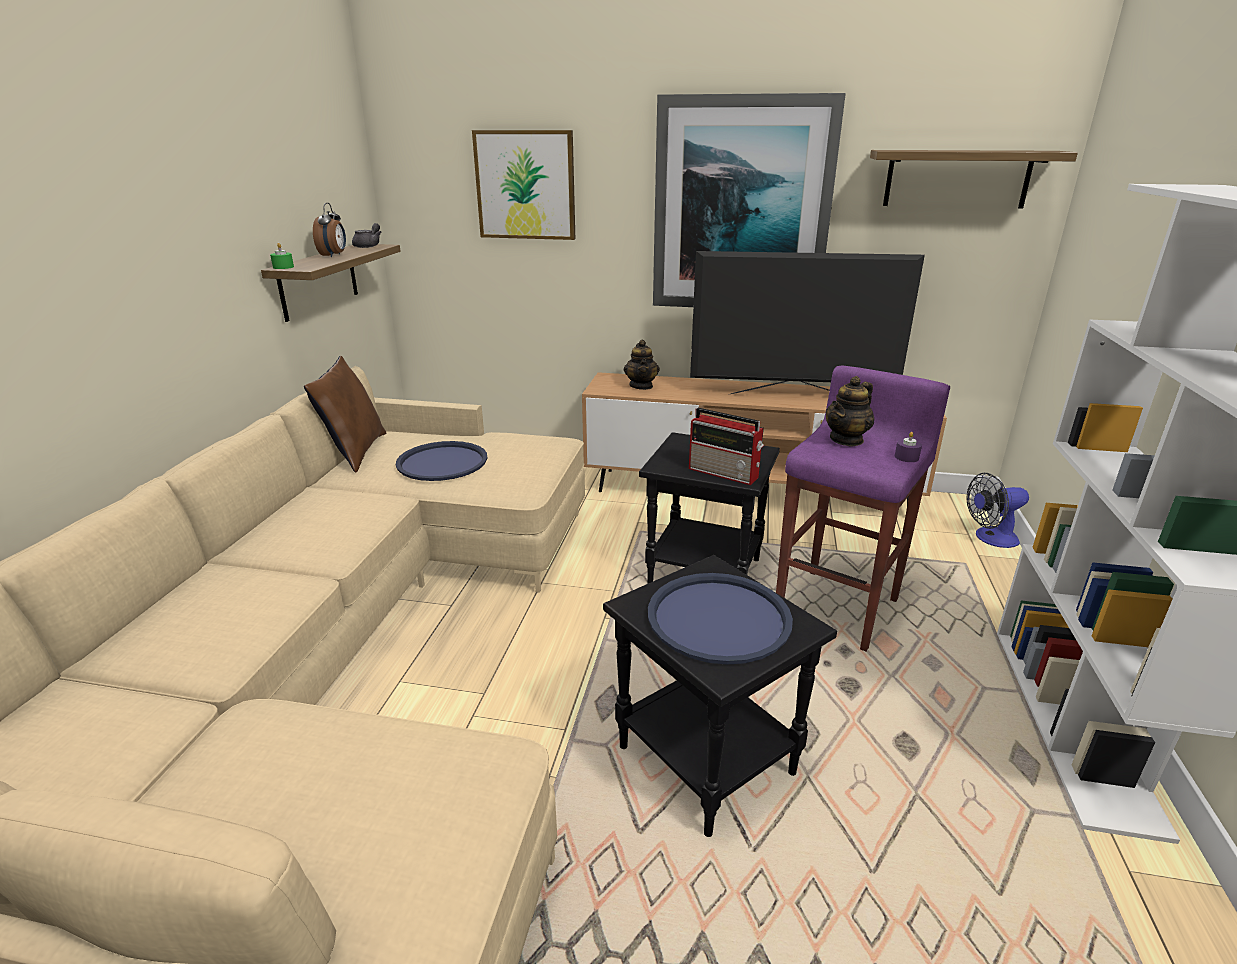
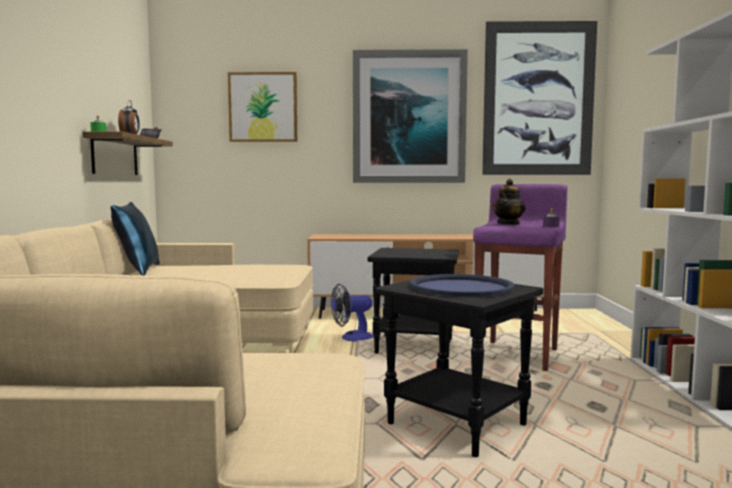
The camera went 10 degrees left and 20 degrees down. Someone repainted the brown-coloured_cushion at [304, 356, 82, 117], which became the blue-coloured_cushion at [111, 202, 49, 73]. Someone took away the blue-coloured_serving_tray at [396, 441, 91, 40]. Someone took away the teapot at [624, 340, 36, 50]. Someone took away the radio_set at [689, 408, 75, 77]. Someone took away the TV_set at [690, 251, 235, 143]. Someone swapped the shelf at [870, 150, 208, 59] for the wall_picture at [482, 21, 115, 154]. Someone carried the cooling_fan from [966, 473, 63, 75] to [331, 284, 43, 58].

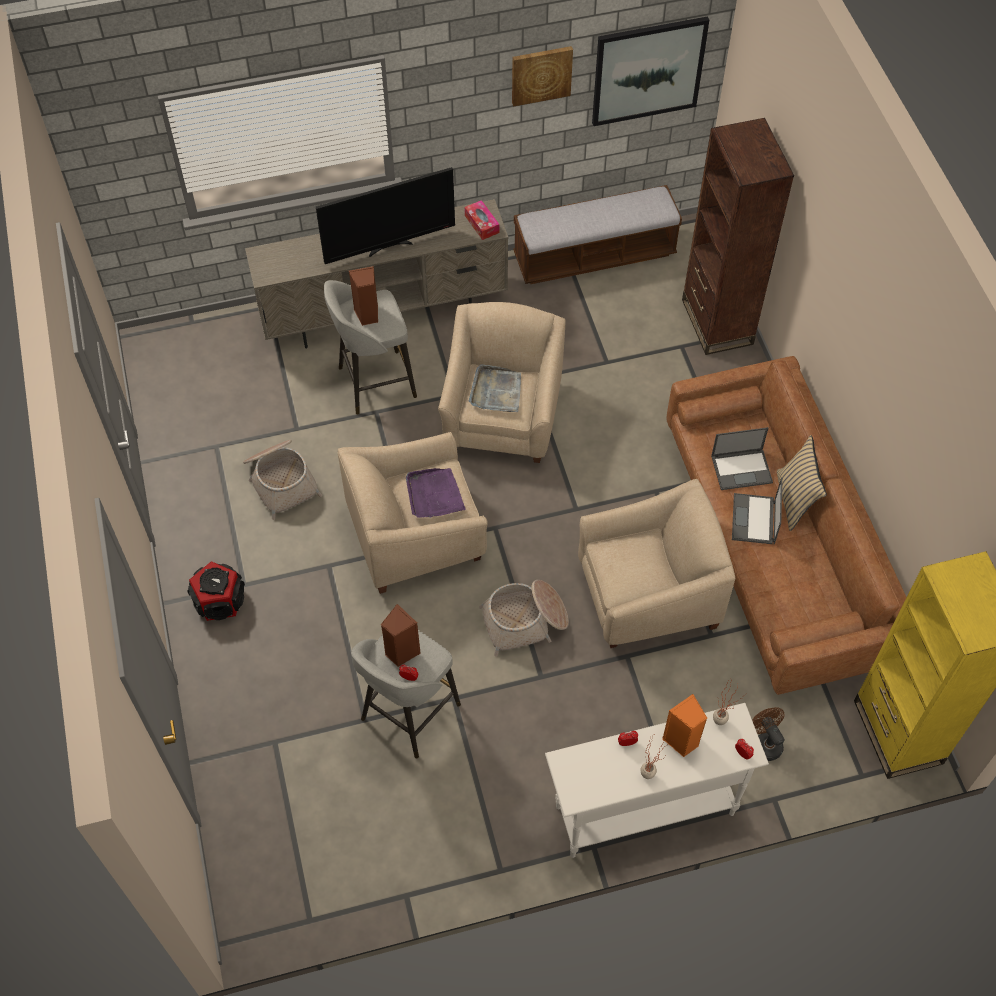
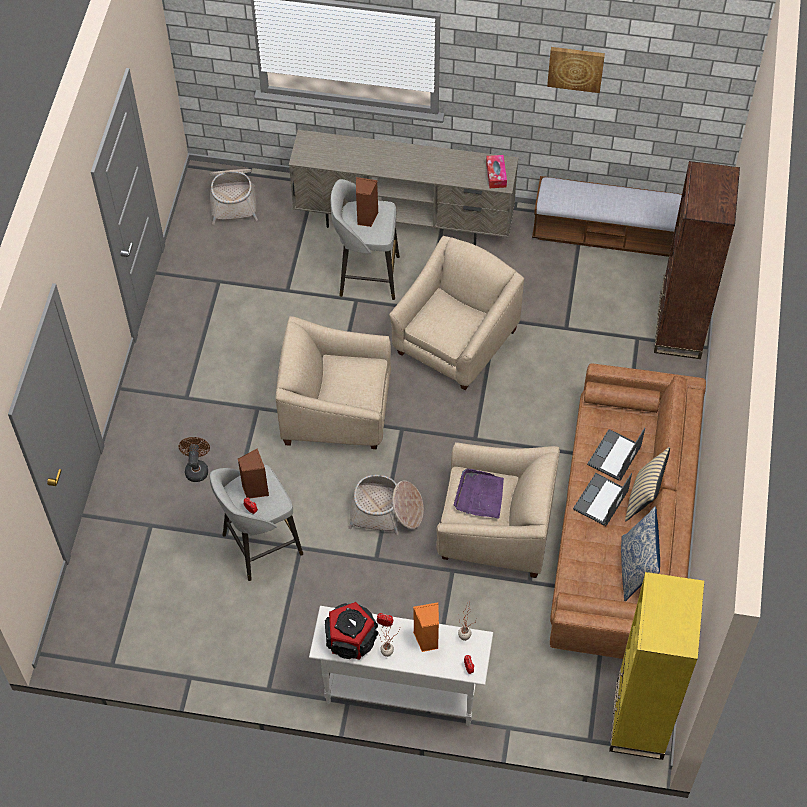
The camera went 25 degrees right and 0 degrees up. Someone carried the audio_speaker from [188, 561, 57, 60] to [325, 602, 54, 58]. Someone carried the household_basket from [243, 440, 79, 80] to [209, 169, 49, 56]. Someone took away the TV_set at [316, 167, 139, 97]. Someone carried the purple-coloured_serving_tray from [406, 468, 60, 50] to [454, 469, 50, 50]. Someone took away the grey_serving_tray at [469, 364, 52, 48]. Someone took away the wall_picture at [592, 16, 117, 110]. Someone rotated the portable_computer at [711, 427, 62, 63] by 105 degrees clockwise. Someone carried the brown-coloured_cooling_fan from [752, 707, 33, 54] to [179, 437, 31, 45]. Someone put down the cushion at [621, 507, 39, 94].

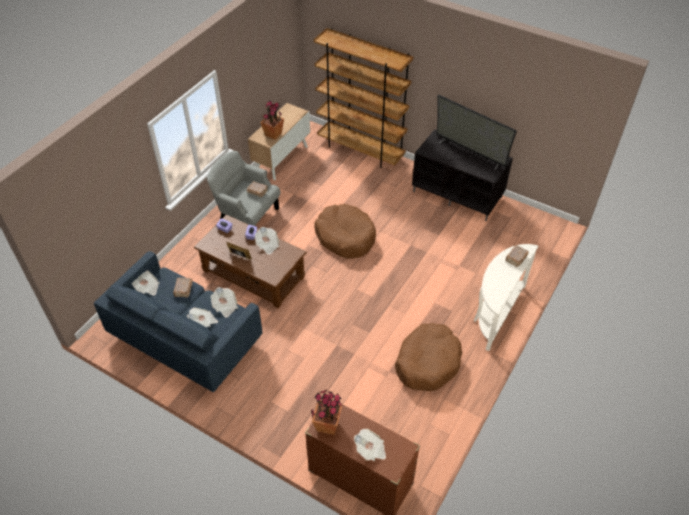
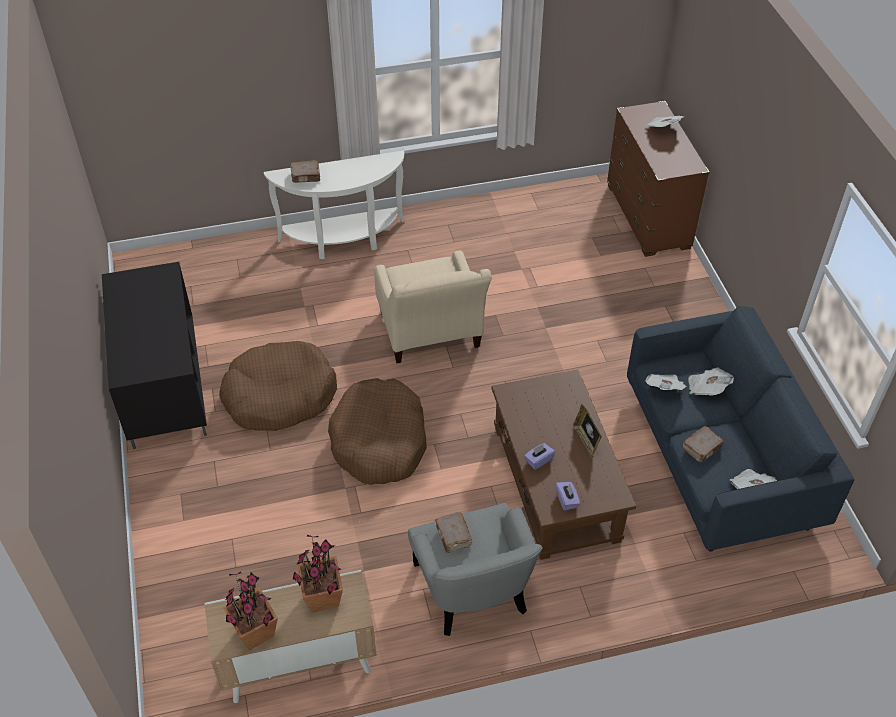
The camera went 135 degrees left and 0 degrees up. Someone took away the daily_paper at [255, 227, 25, 28]. Someone carried the houseplant from [311, 390, 32, 45] to [223, 572, 55, 78]. Someone took away the brown-coloured_shelving_unit at [314, 28, 99, 140]. Someone carried the brown-coloured_pet_bed from [395, 323, 67, 68] to [219, 341, 118, 90]. Someone took away the TV_set at [437, 95, 80, 75]. Someone put down the sand-coloured_easy_chair at [374, 251, 118, 112].

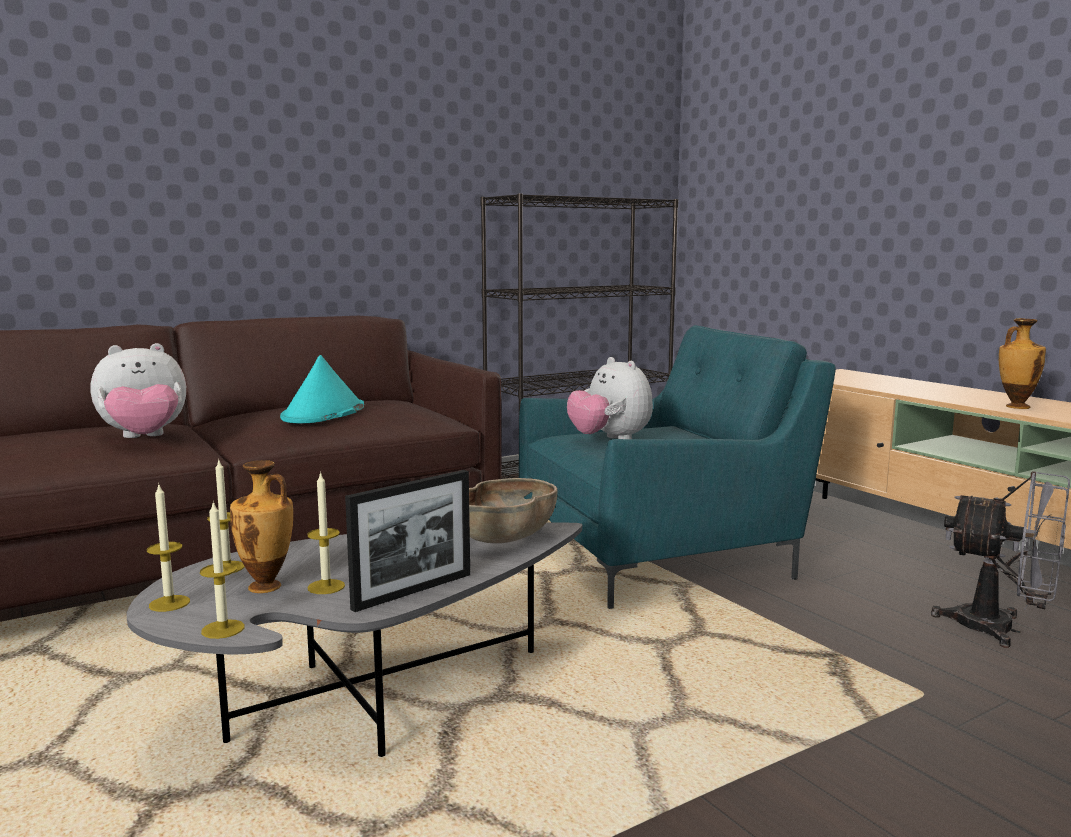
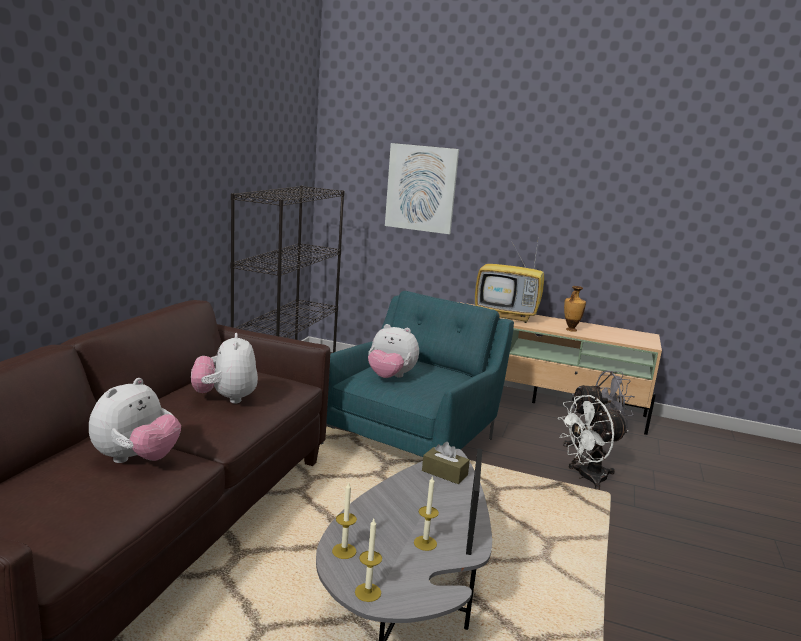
The camera went 40 degrees left and 5 degrees up. Someone took away the candle at [200, 501, 45, 138]. Someone took away the flower_vase at [230, 460, 63, 133]. Someone swapped the turquoise-coloured_wearable_hat at [280, 355, 84, 69] for the soft_toy at [191, 333, 67, 71]. Someone swapped the brown-coloured_serving_bowl at [469, 478, 89, 65] for the brown-coloured_box_of_tissues at [422, 442, 48, 42]. Someone put up the wall_picture at [385, 143, 74, 91]. Someone put down the TV_set at [475, 236, 69, 87]. Someone put down the white-coloured_cooling_fan at [557, 395, 71, 95].

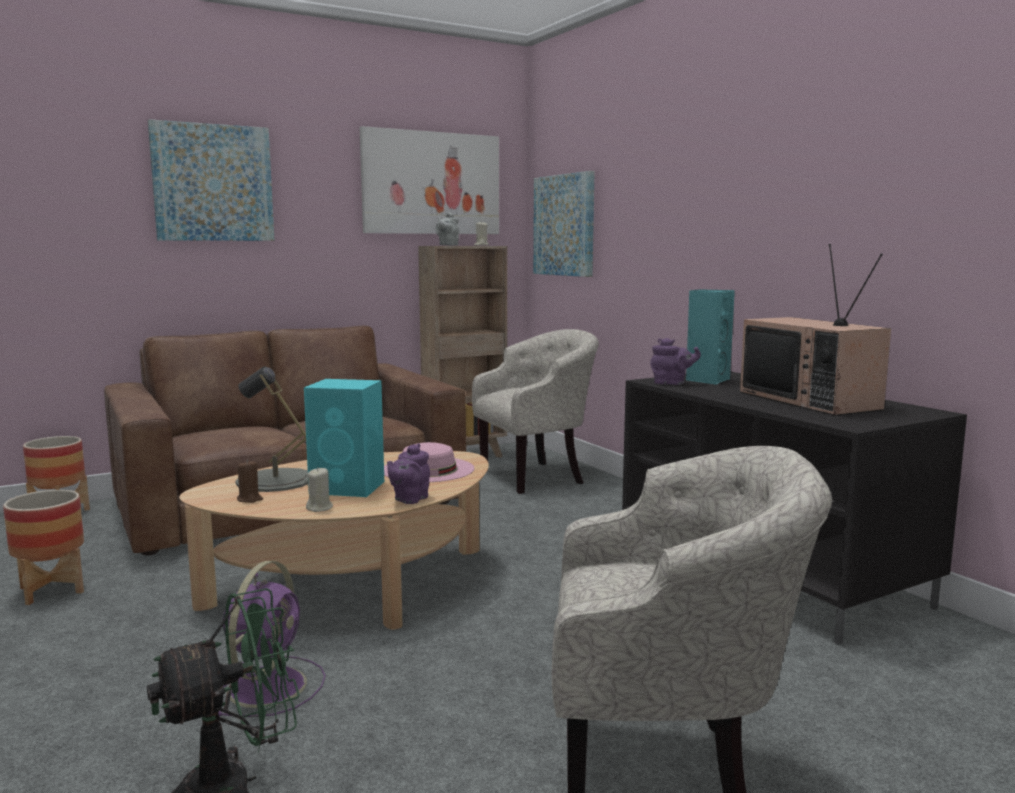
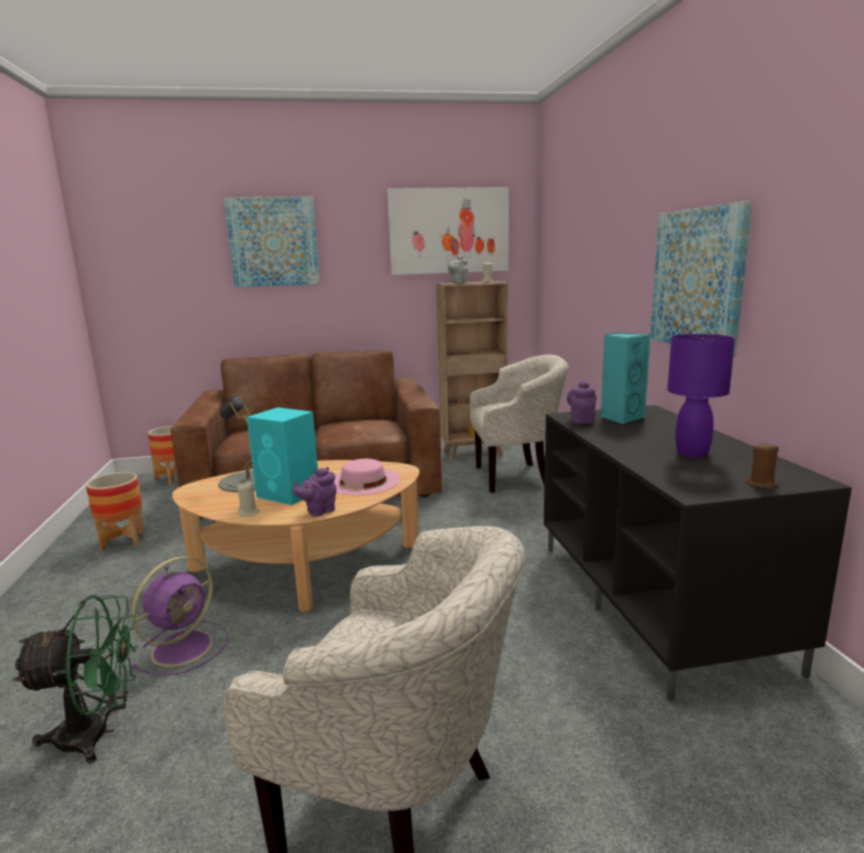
The camera went 20 degrees right and 5 degrees up. Someone carried the brown-coloured_candle from [237, 460, 26, 43] to [746, 442, 33, 47]. Someone carried the wall_picture from [533, 171, 62, 106] to [650, 201, 102, 155]. Someone rotated the purple-coloured_teapot at [650, 338, 51, 47] by 120 degrees counterclockwise. Someone swapped the TV_set at [740, 244, 151, 172] for the purple-coloured_lamp_for_a_table at [667, 334, 68, 123].

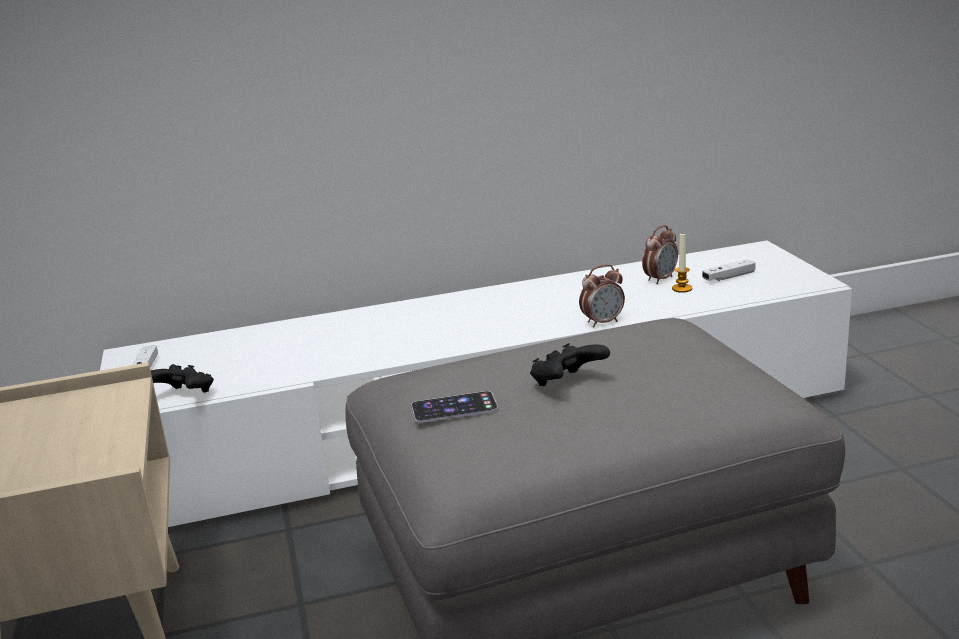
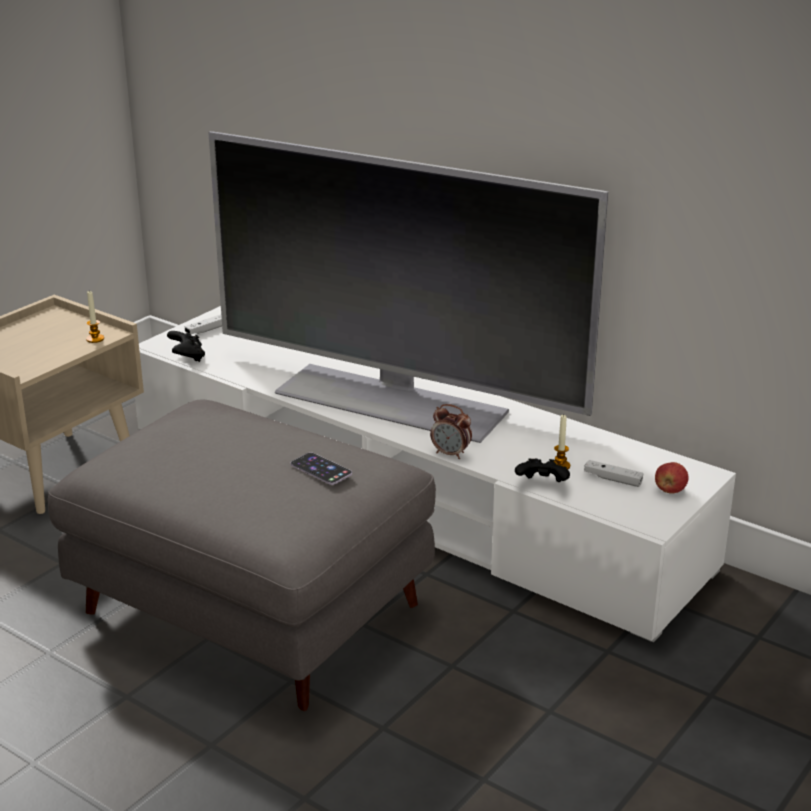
The camera went 50 degrees right and 5 degrees up. Someone carried the handset from [411, 391, 87, 32] to [290, 452, 62, 33]. Someone carried the blackish_game_controller from [530, 343, 80, 43] to [515, 458, 55, 24]. Someone took away the alarm_clock at [642, 225, 36, 59]. Someone put down the candle at [86, 290, 18, 53]. Someone put down the TV_set at [208, 131, 400, 312]. Someone put down the whole_apple at [655, 462, 34, 32].

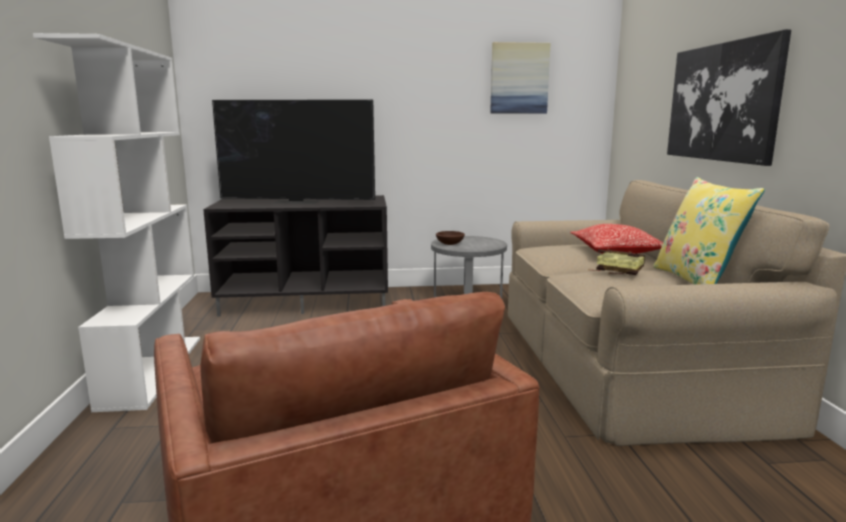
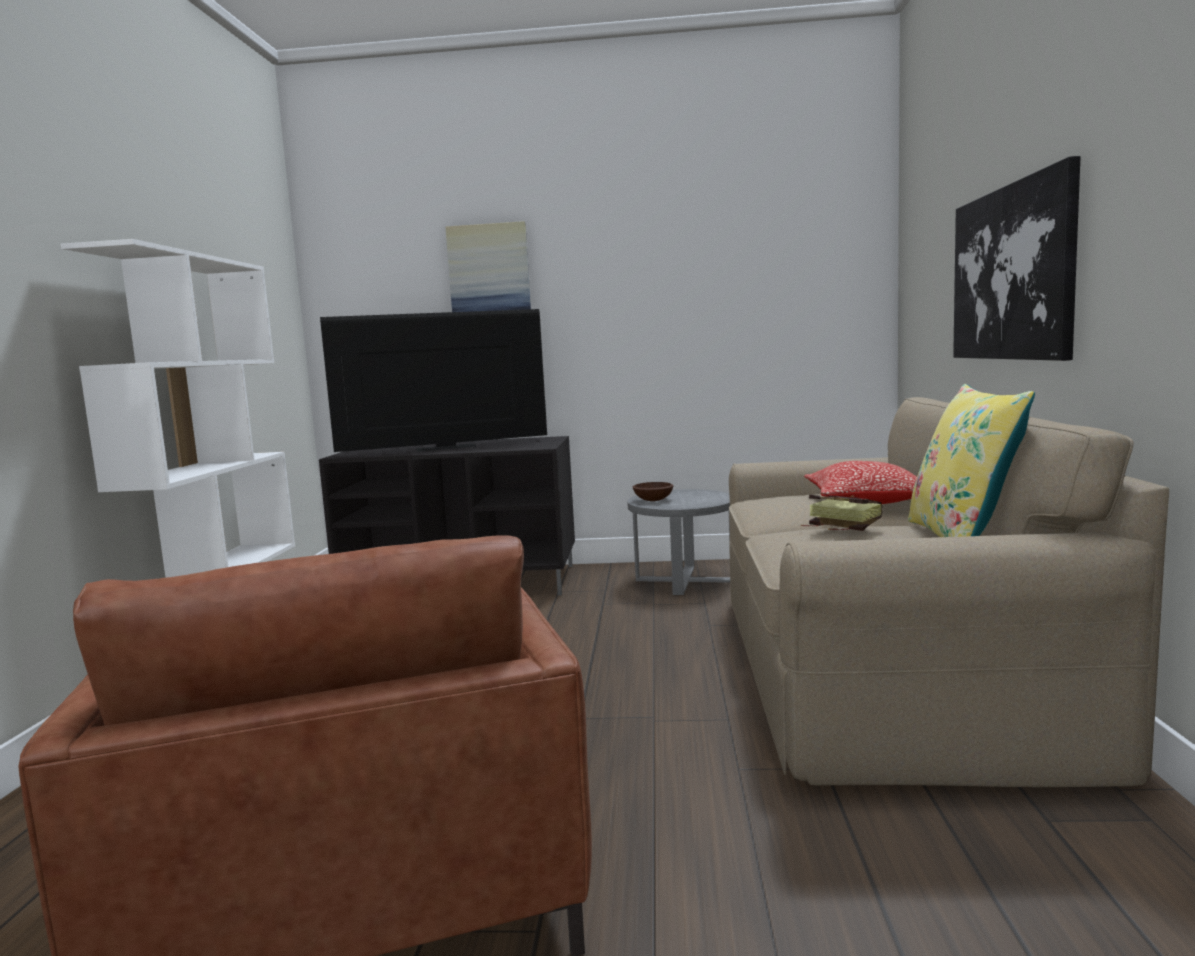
The camera went 10 degrees right and 5 degrees down. Someone rotated the TV_set at [212, 99, 163, 105] by 150 degrees clockwise. Someone carried the wall_picture from [490, 42, 61, 71] to [445, 221, 86, 91].

